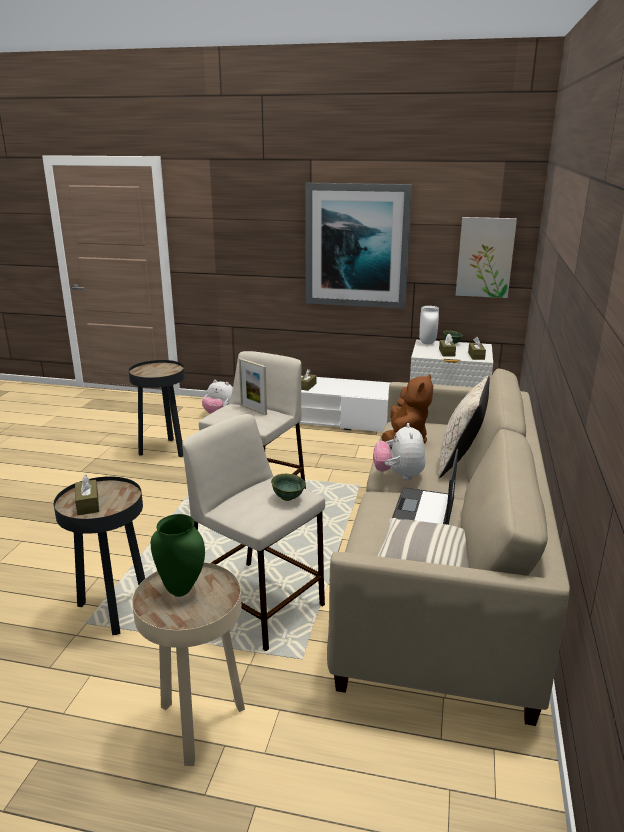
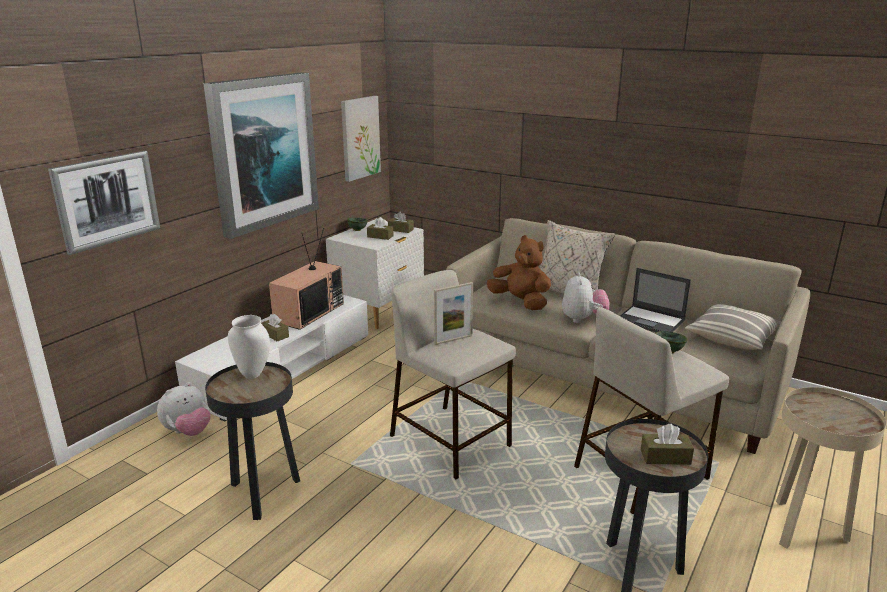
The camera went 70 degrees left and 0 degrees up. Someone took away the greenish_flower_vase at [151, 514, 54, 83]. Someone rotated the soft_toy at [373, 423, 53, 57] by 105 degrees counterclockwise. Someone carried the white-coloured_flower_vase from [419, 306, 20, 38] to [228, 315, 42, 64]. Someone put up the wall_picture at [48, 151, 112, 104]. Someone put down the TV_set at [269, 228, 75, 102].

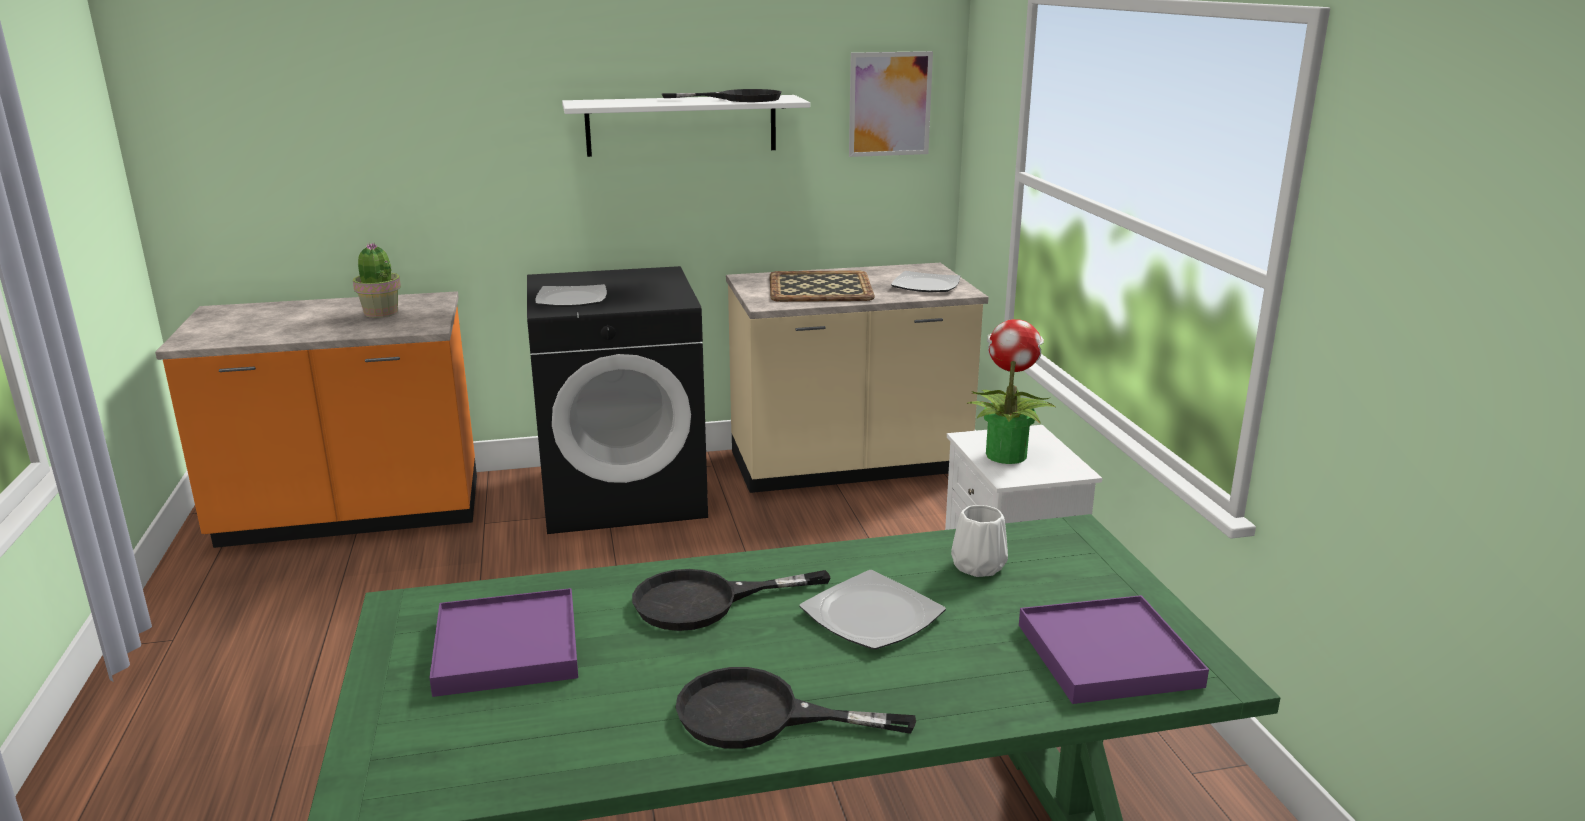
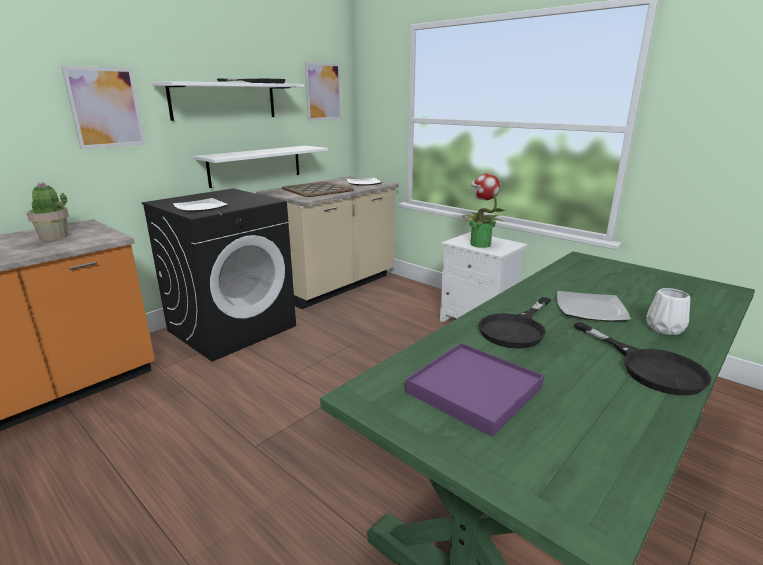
The camera went 35 degrees left and 0 degrees up. Someone rotated the blackish_frying_pan at [675, 667, 241, 82] by 90 degrees counterclockwise. Someone carried the white-coloured_flower_vase from [951, 505, 57, 72] to [646, 288, 44, 47]. Someone took away the purple-coloured_serving_tray at [1019, 595, 190, 109]. Someone put up the wall_picture at [61, 66, 84, 83]. Someone put up the white-coloured_shelf at [193, 146, 135, 42].

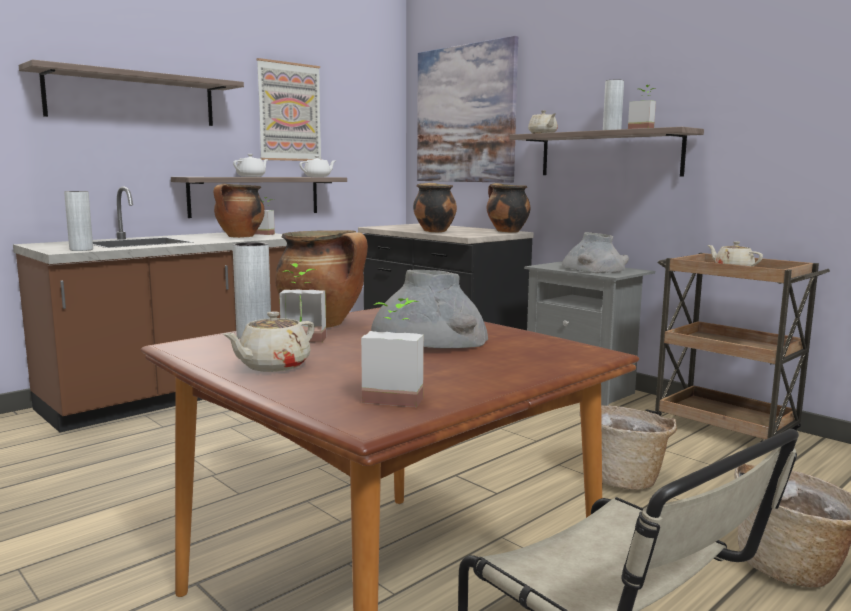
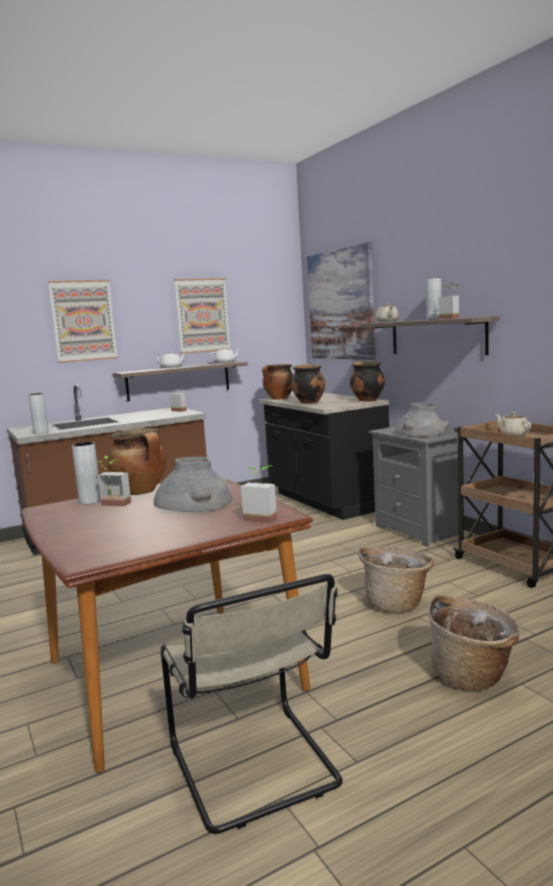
The camera went 15 degrees right and 0 degrees up. Someone swapped the shelf at [19, 59, 225, 67] for the wall_picture at [48, 280, 70, 83]. Someone carried the stockpot from [214, 184, 51, 54] to [262, 364, 32, 36]. Someone took away the sand-coloured_teapot at [222, 311, 93, 61]. Someone carried the houseplant from [361, 298, 63, 109] to [241, 465, 36, 59].

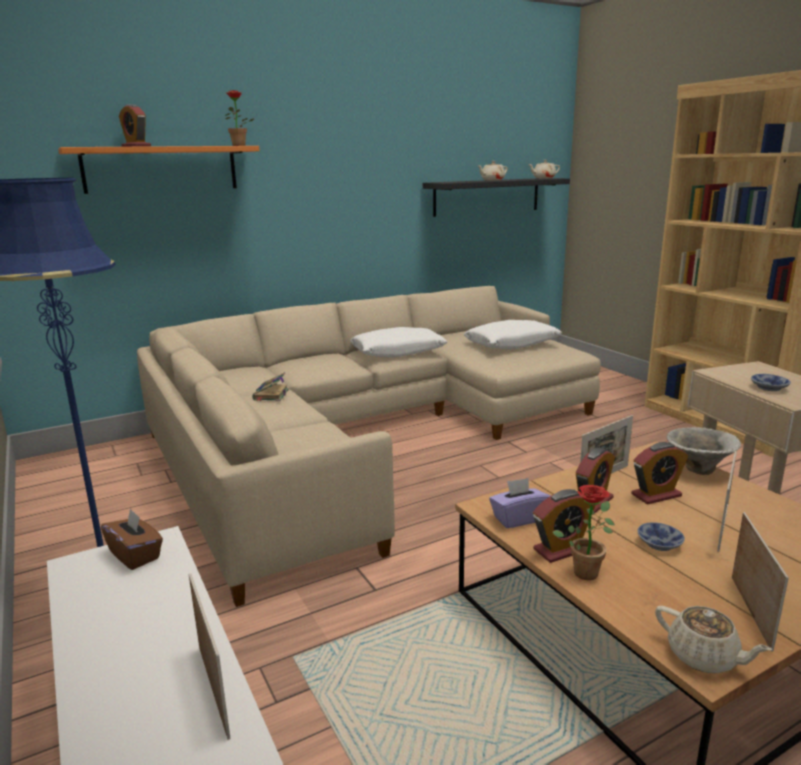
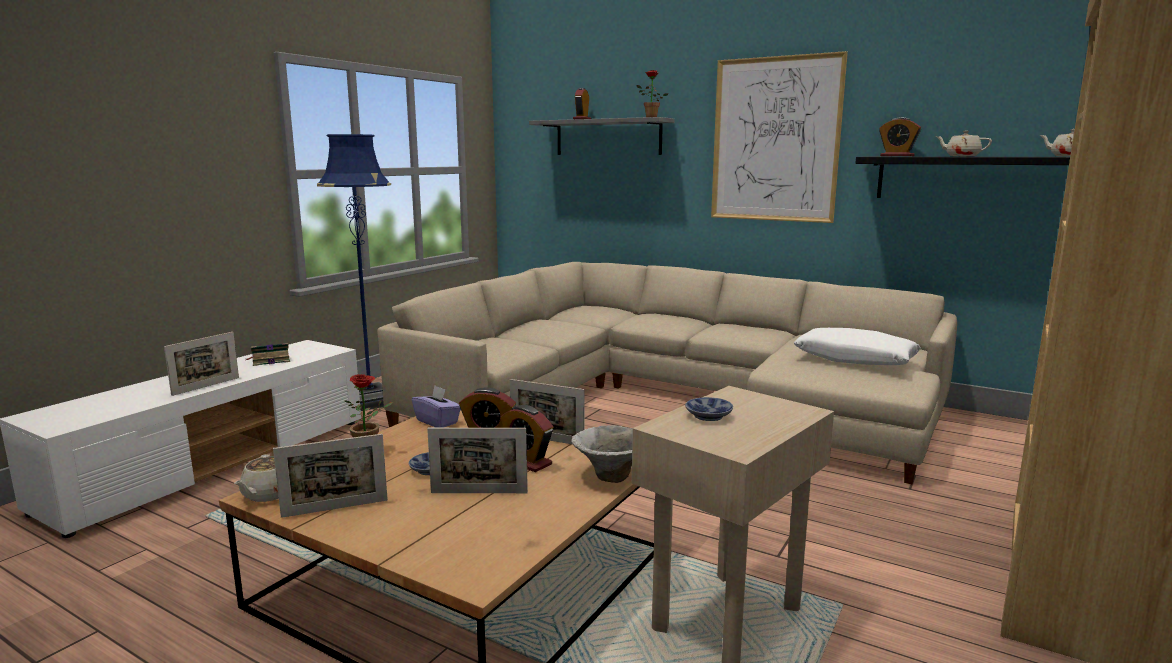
The camera went 60 degrees right and 5 degrees down. Someone repainted the orangey_shelf at [58, 146, 202, 48], which became the grey_shelf at [529, 117, 146, 38]. Someone took away the brown-coloured_box_of_tissues at [101, 508, 62, 62]. Someone carried the volume from [252, 372, 37, 29] to [246, 343, 44, 23]. Someone took away the white-coloured_cushion at [350, 327, 97, 31]. Someone carried the alarm_clock from [533, 489, 62, 74] to [879, 117, 42, 39]. Someone put up the wall_picture at [711, 51, 137, 172].

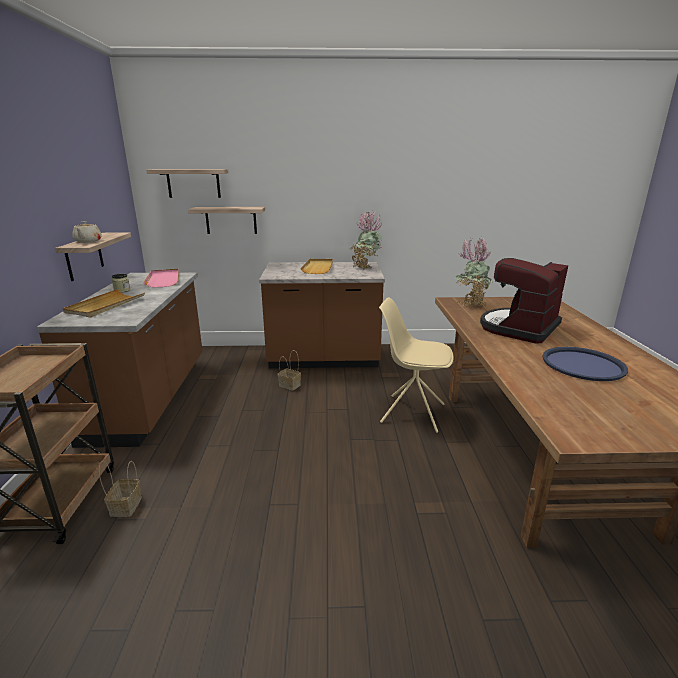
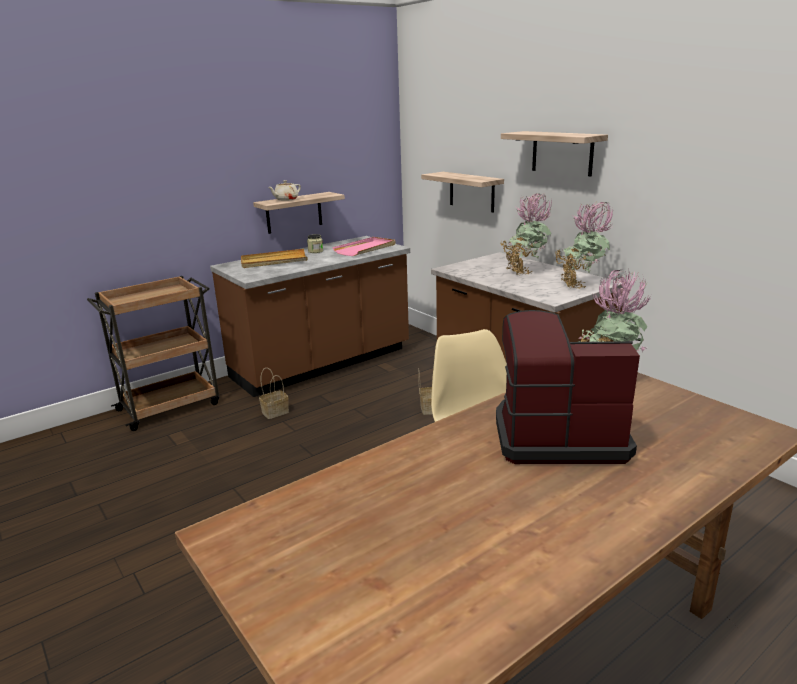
The camera went 55 degrees right and 0 degrees up. Someone carried the household_basket from [99, 461, 43, 56] to [259, 368, 30, 51]. Someone carried the shelf from [147, 169, 82, 29] to [501, 131, 107, 46]. Someone swapped the sand-coloured_serving_tray at [300, 259, 33, 15] for the houseplant at [501, 194, 52, 81]. Someone took away the blue-coloured_serving_tray at [542, 347, 86, 34].

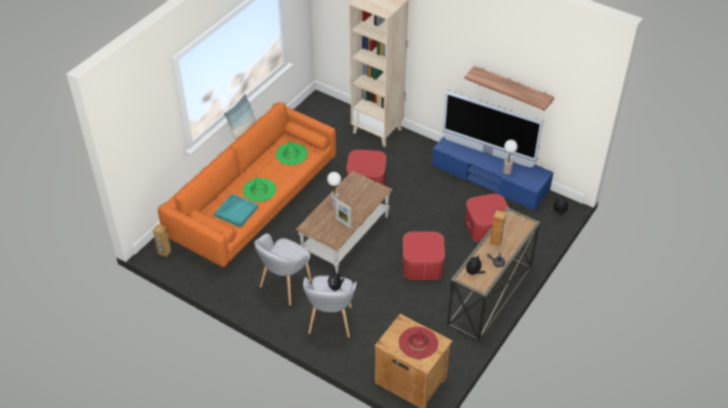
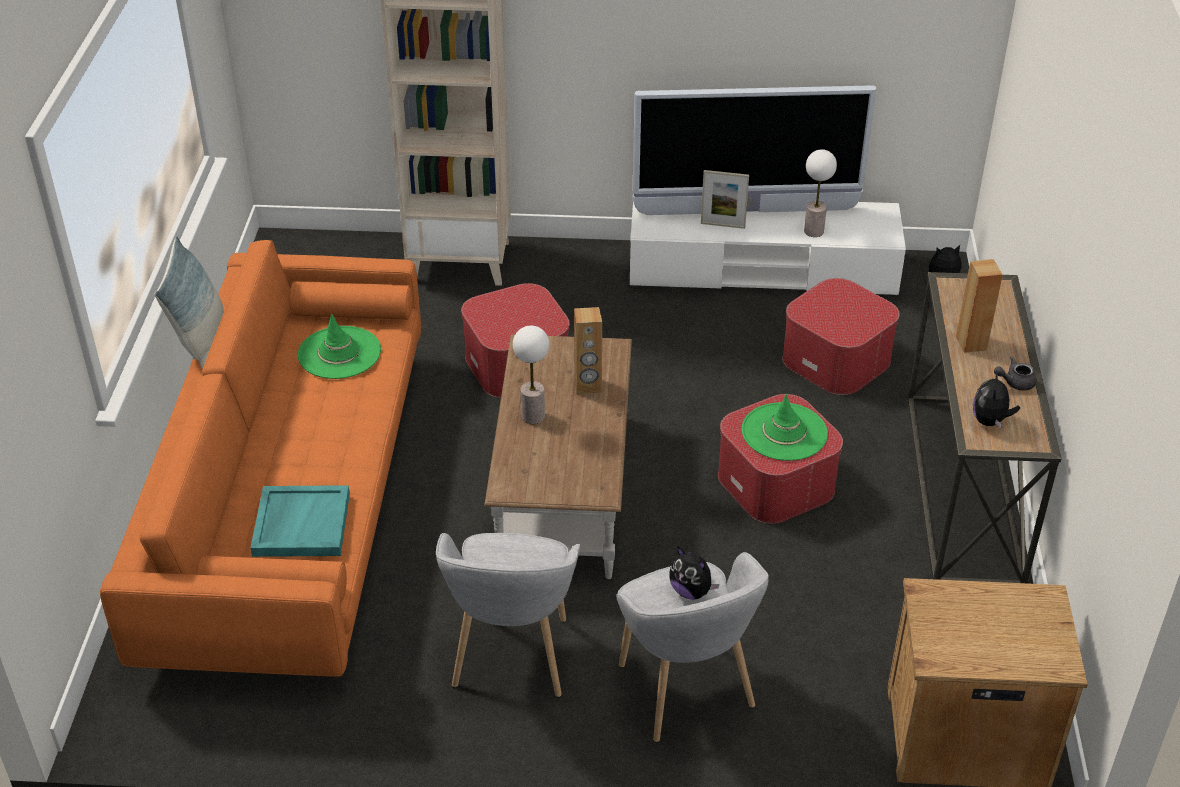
The camera went 30 degrees left and 5 degrees down. Someone carried the brown-coloured_audio_speaker from [153, 224, 18, 33] to [574, 307, 28, 88]. Someone carried the greenish_wearable_hat from [243, 176, 33, 26] to [742, 394, 86, 67]. Someone carried the picture_frame from [335, 198, 17, 31] to [701, 170, 48, 59]. Someone took away the reddish_wearable_hat at [399, 327, 39, 32]. Someone repainted the blue-coloured_media_console at [432, 136, 122, 75], which became the white-coloured_media_console at [630, 202, 276, 93]. Someone took away the shelf at [464, 66, 90, 45].

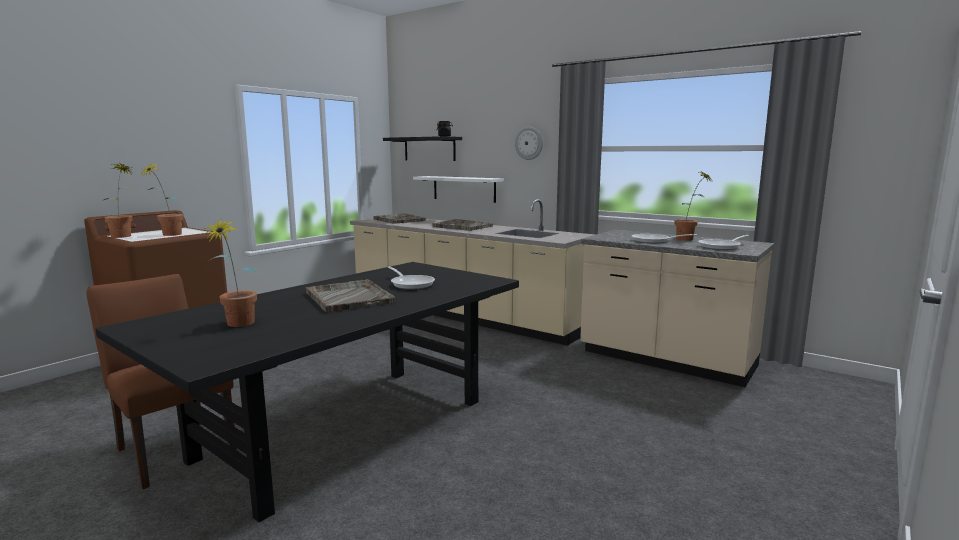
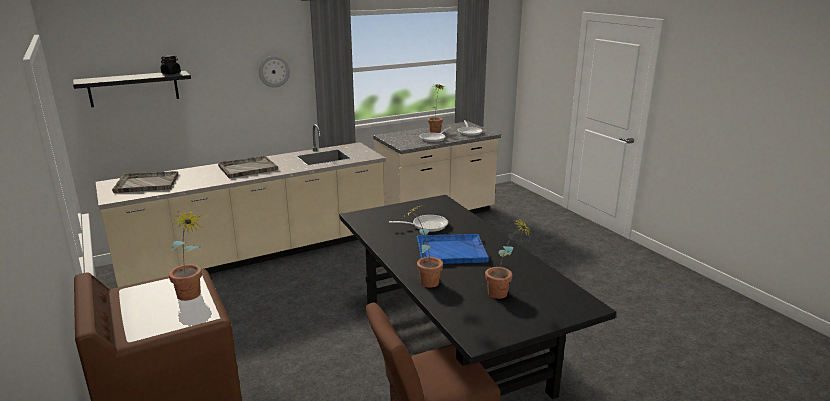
The camera went 65 degrees left and 10 degrees up. Someone carried the houseplant from [104, 162, 31, 76] to [403, 206, 40, 82]. Someone repainted the grey_serving_tray at [306, 279, 90, 33], which became the blue-coloured_serving_tray at [417, 234, 72, 30]. Someone took away the white-coloured_shelf at [413, 176, 91, 27].

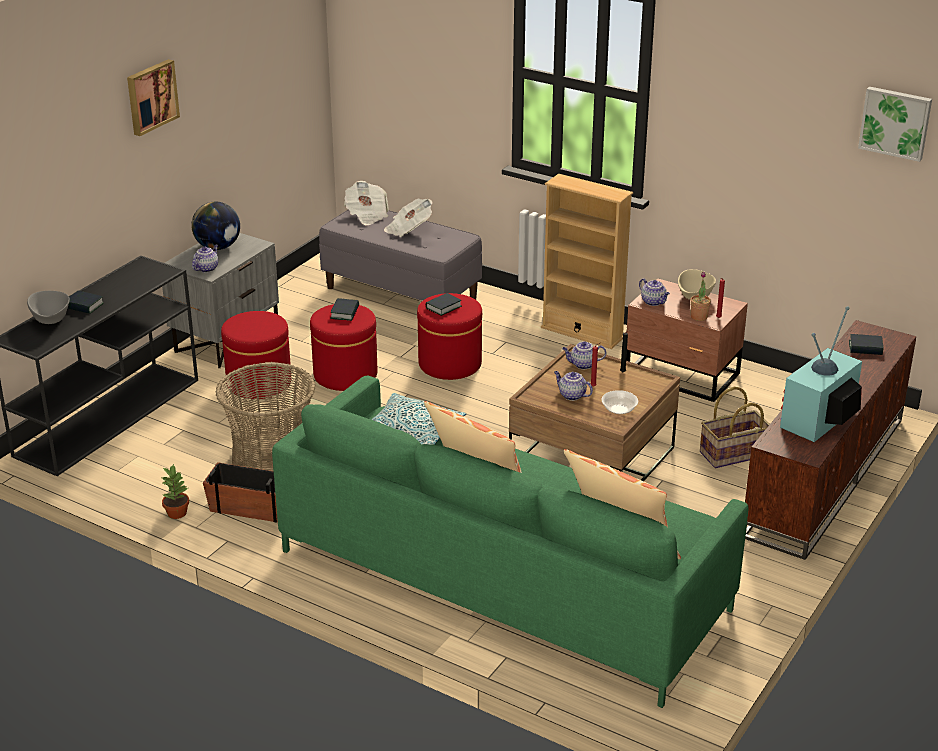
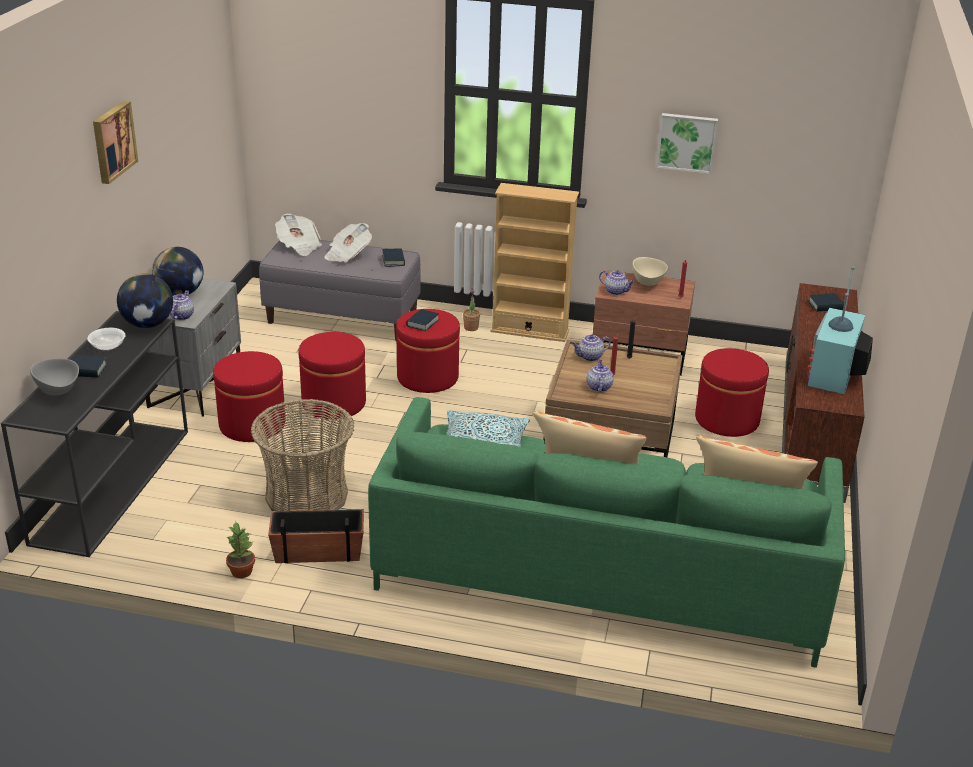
The camera went 20 degrees left and 0 degrees up. Someone carried the volume from [330, 298, 29, 23] to [382, 248, 23, 19]. Someone rotated the teapot at [554, 371, 39, 30] by 75 degrees clockwise. Someone carried the serving_bowl from [601, 390, 37, 24] to [87, 328, 38, 23]. Someone carried the houseplant from [690, 272, 21, 49] to [463, 289, 17, 42]. Someone swapped the household_basket at [700, 387, 70, 81] for the reddish_pouffe at [695, 348, 74, 89]. Someone carried the wall_picture from [858, 87, 74, 75] to [656, 113, 62, 61]. Someone put down the globe at [117, 273, 56, 55].

